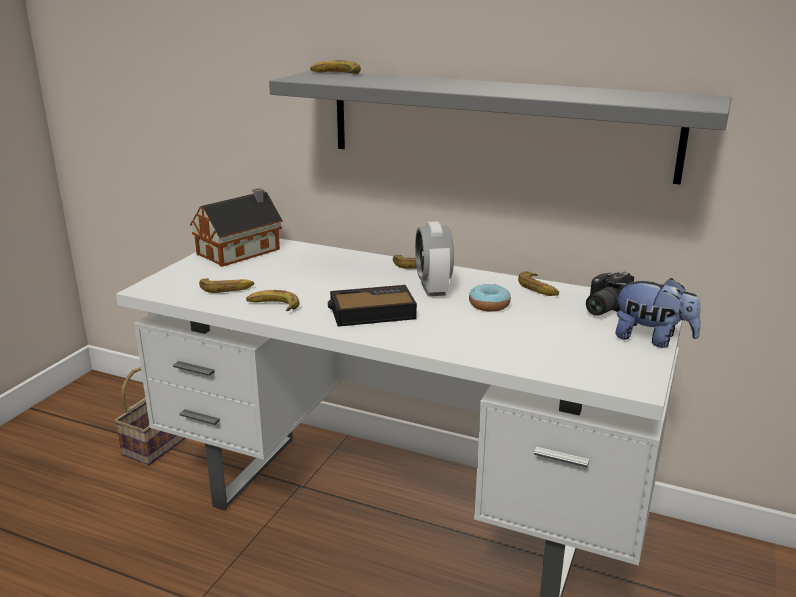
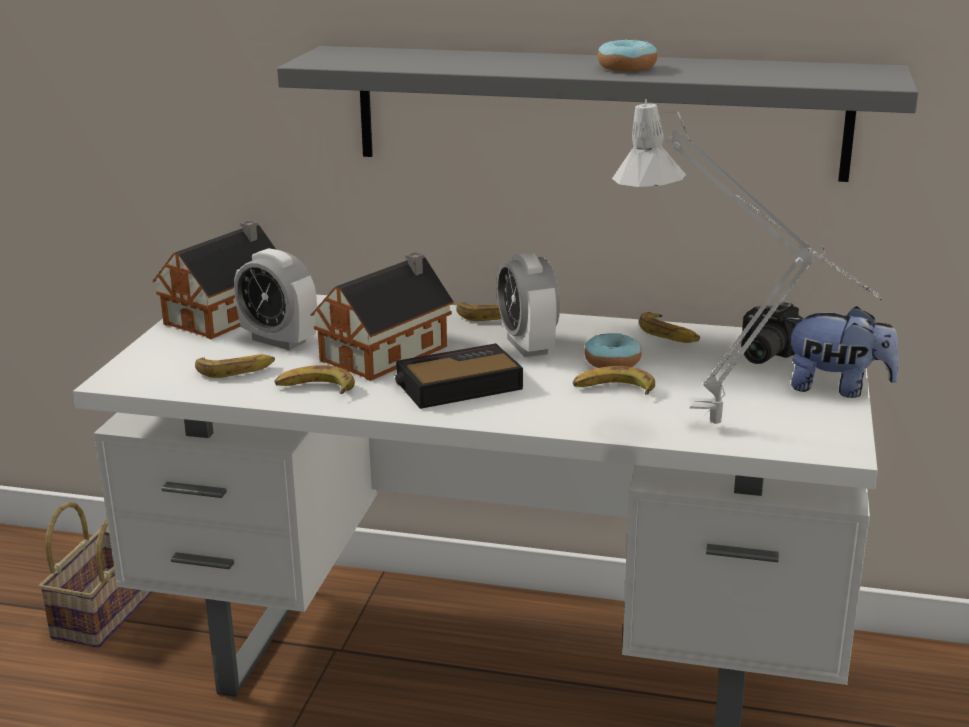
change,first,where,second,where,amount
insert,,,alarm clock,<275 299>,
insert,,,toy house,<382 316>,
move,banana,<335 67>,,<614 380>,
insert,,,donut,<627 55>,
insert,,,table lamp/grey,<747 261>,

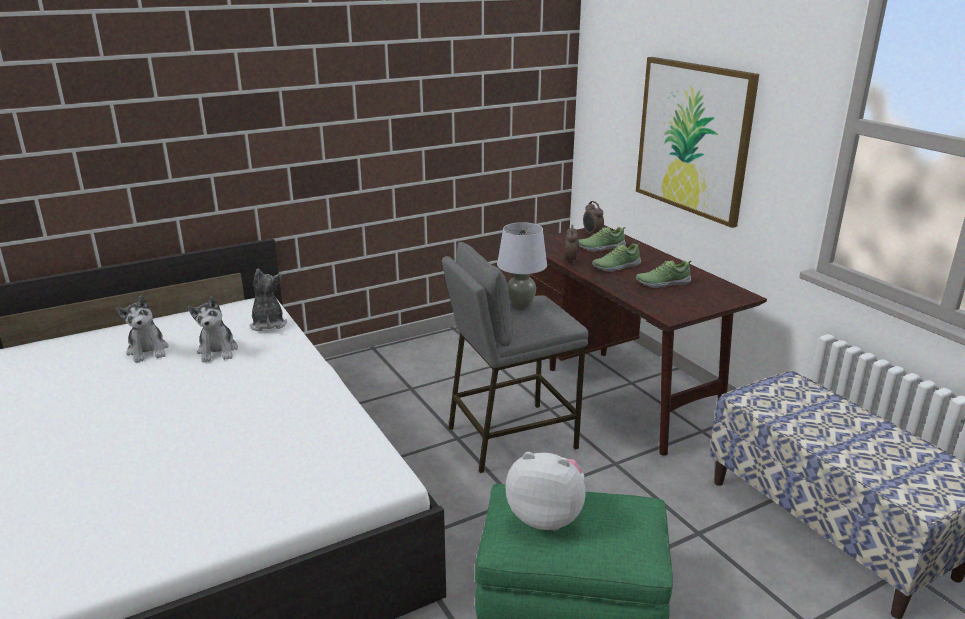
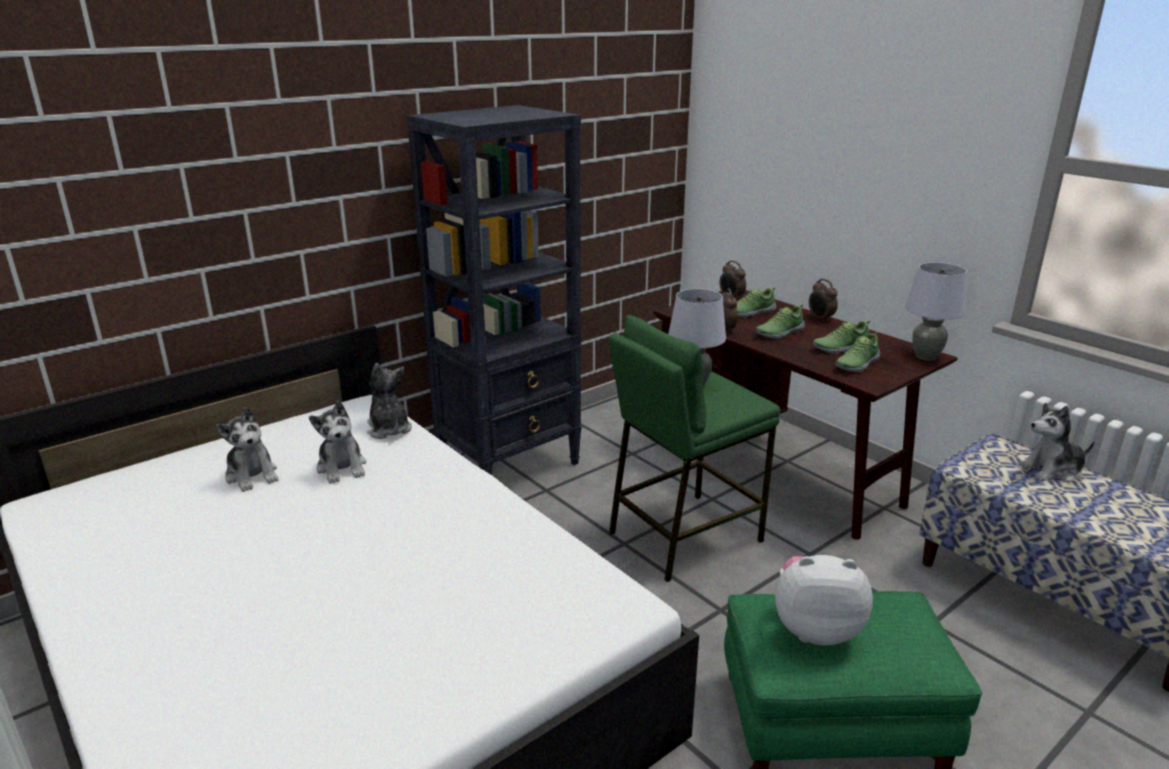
change,first,where,second,where,amount
insert,,,bookcase/black,<494 290>,
recolor,stool/grey,<515 357>,stool/green,<694 448>,
insert,,,alarm clock,<823 300>,
insert,,,shoe,<857 352>,
insert,,,table lamp/grey,<936 311>,
insert,,,plush toy,<1057 443>,
delete,picture,<697 142>,,,

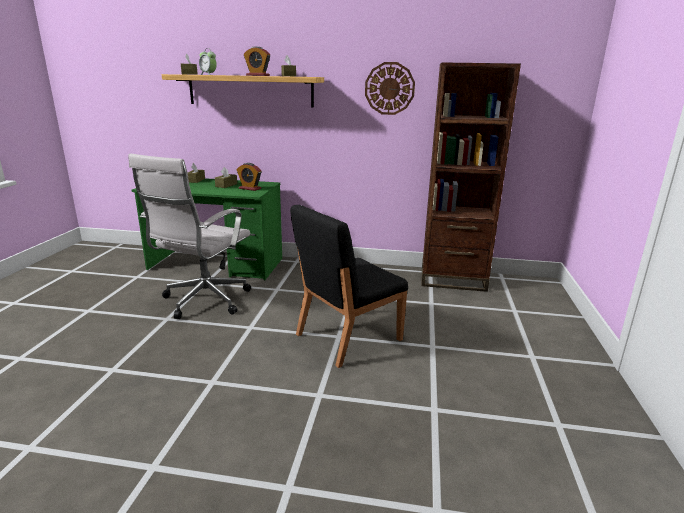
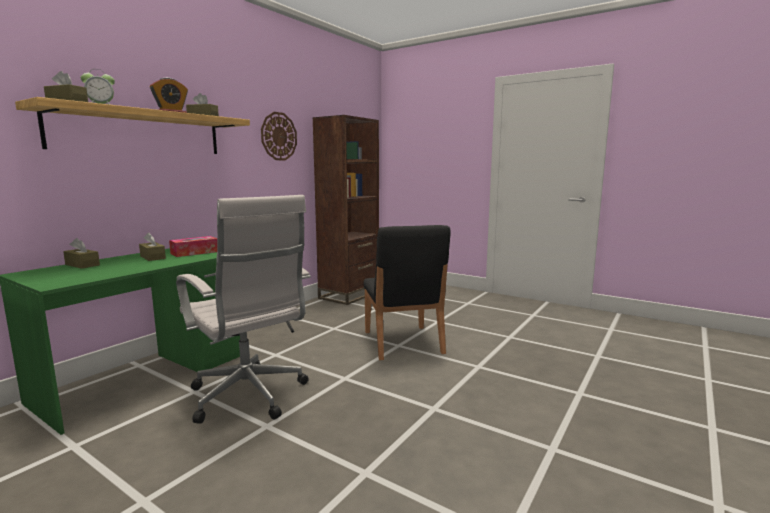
change,first,where,second,where,amount
replace,alarm clock,<249 177>,tissue box,<193 246>,

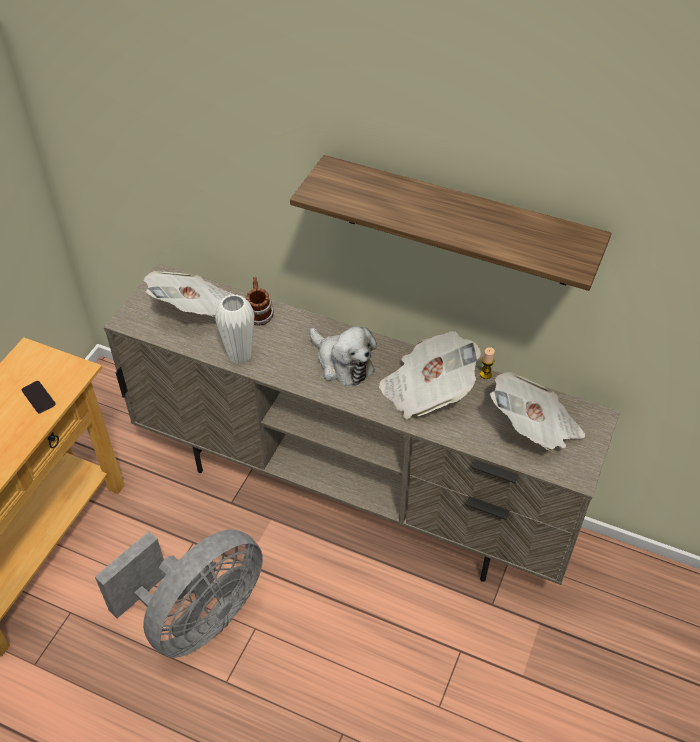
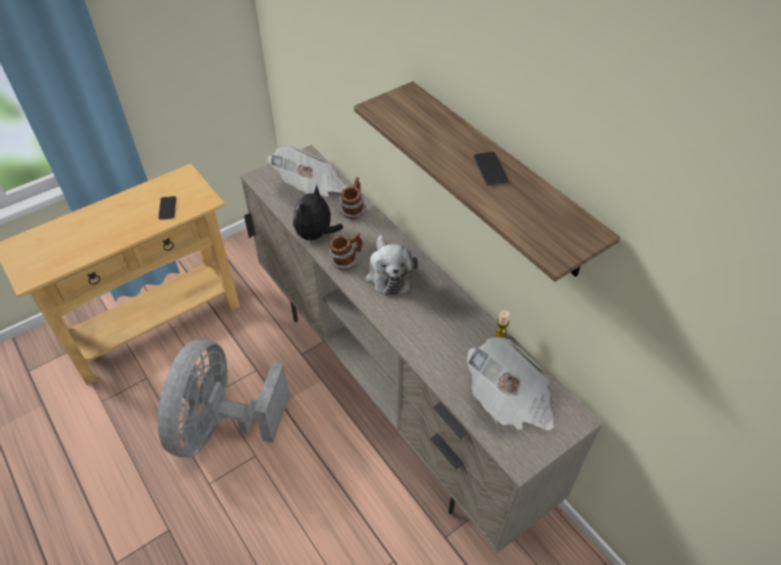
change,first,where,second,where,amount
rotate,fan/grey,<179 593>,,<224 398>,120 degrees clockwise
replace,vase/white,<234 329>,plush toy,<318 213>,
insert,,,mug,<345 251>,
insert,,,phone,<491 168>,
delete,newspaper,<430 375>,,,

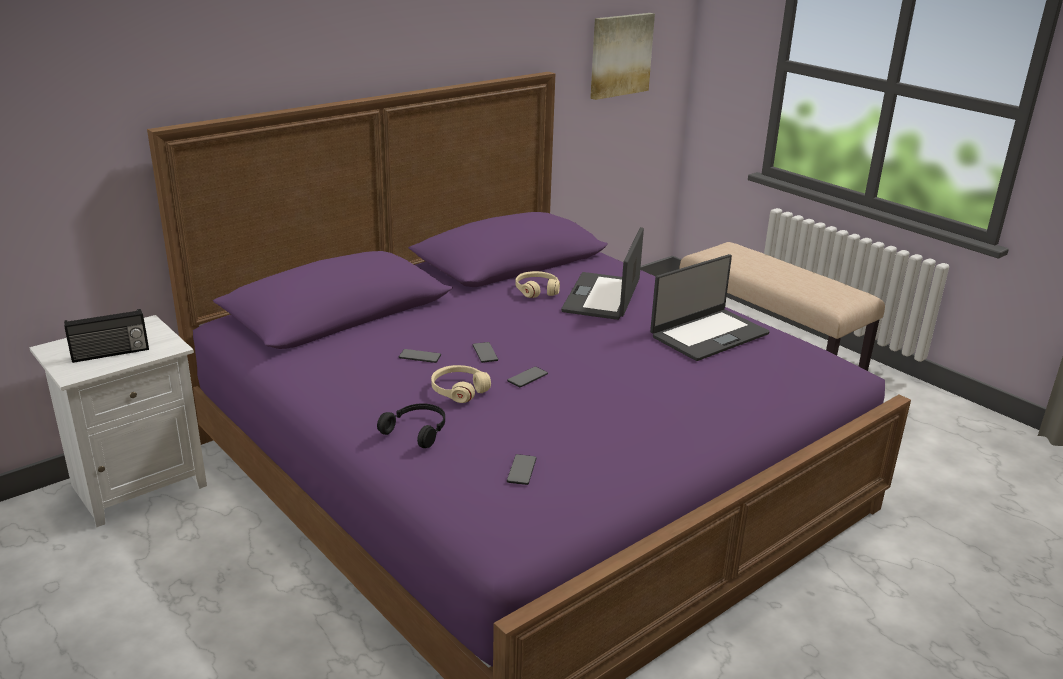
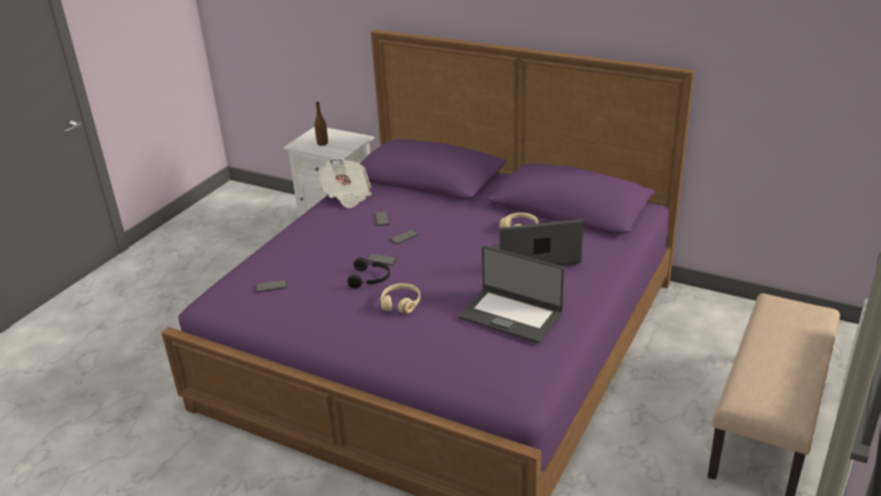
change,first,where,second,where,amount
replace,radio,<106 336>,bottle/brown,<321 123>,
insert,,,newspaper,<345 183>,
move,headphones/black,<411 425>,,<368 273>,
move,headphones/beige,<461 384>,,<400 298>,
delete,picture,<622 56>,,,

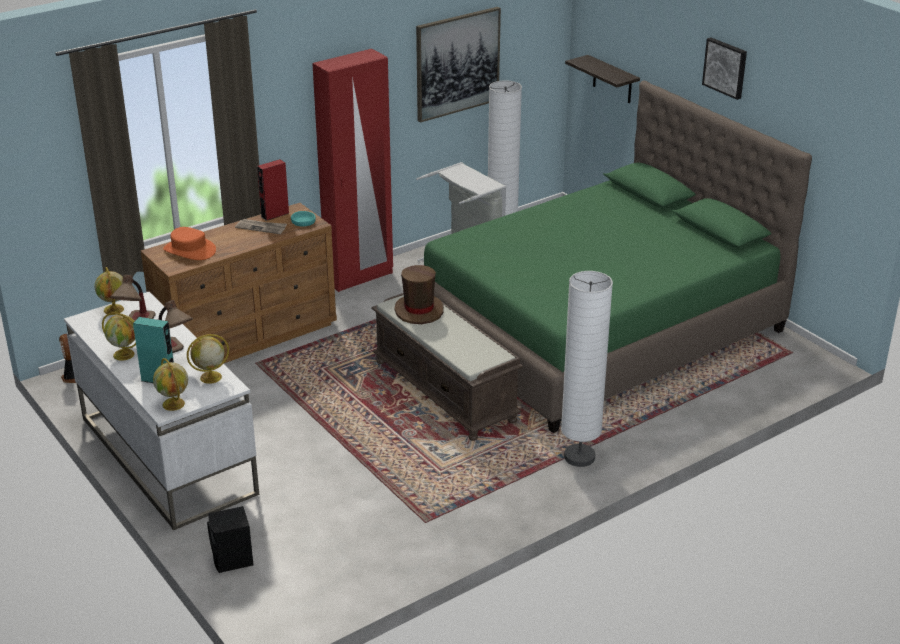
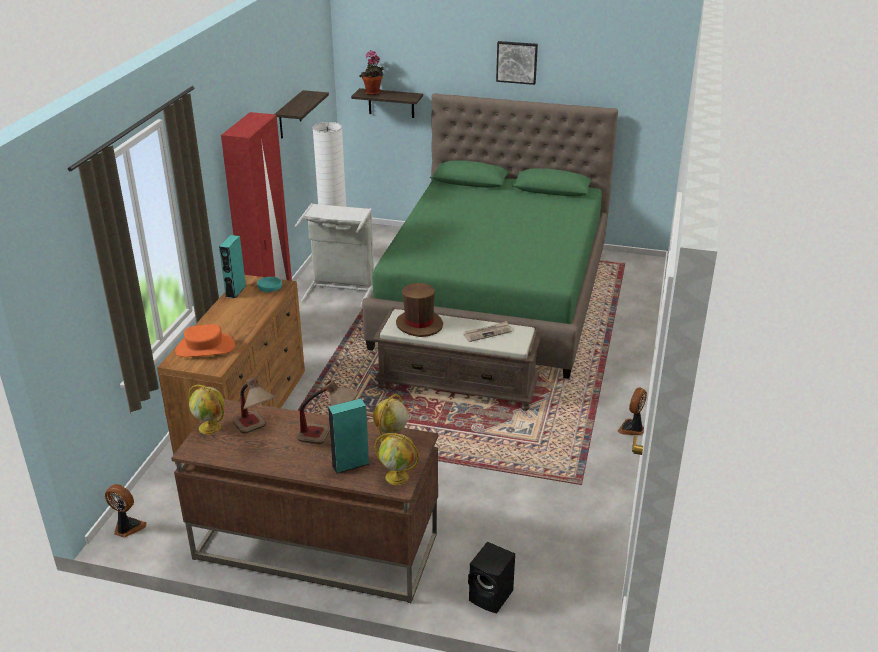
change,first,where,second,where,amount
recolor,desk/white,<161 411>,desk/brown,<304 501>,
recolor,speaker/red,<273 190>,speaker/turquoise,<232 267>,
replace,picture,<458 65>,shelf,<302 114>,
insert,,,potted plant,<371 72>,
move,newspaper,<261 226>,,<488 331>,
insert,,,fan,<632 411>,
delete,globe,<119 336>,,,
delete,floor lamp/white,<587 369>,,,

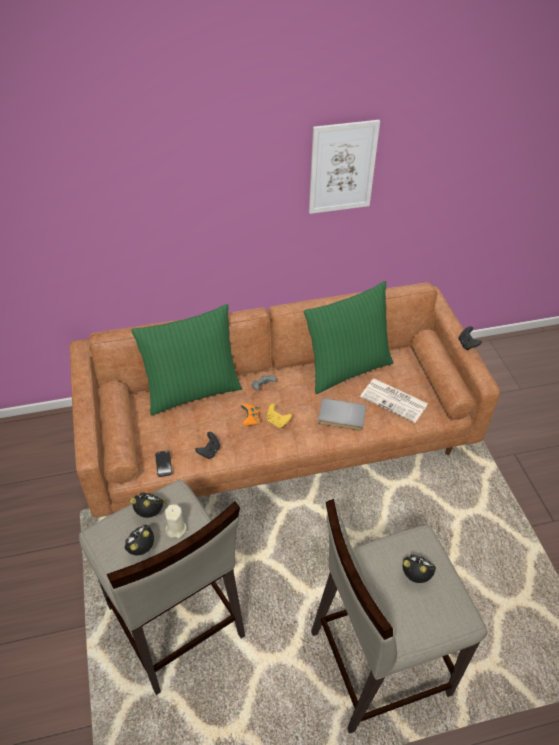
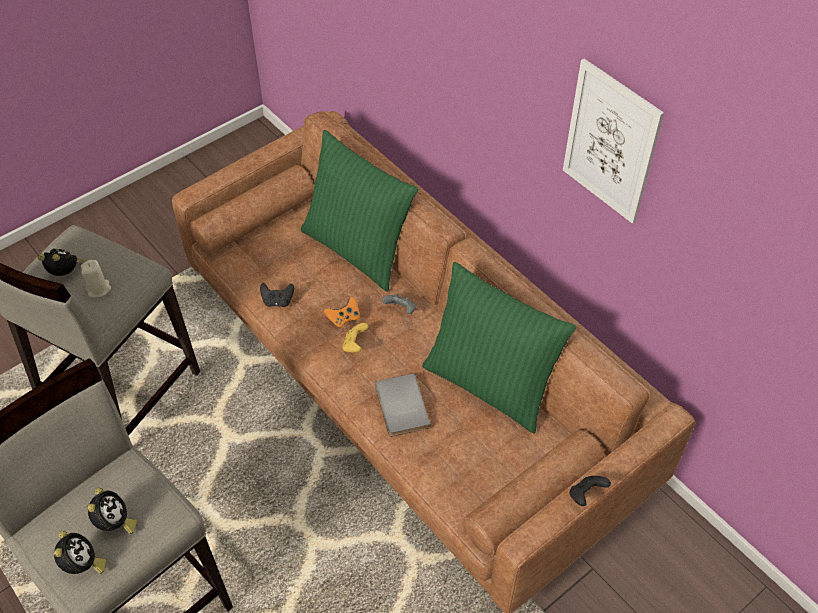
change,first,where,second,where,amount
move,alarm clock,<148 505>,,<80 552>,
delete,phone,<163 464>,,,
delete,newspaper,<394 401>,,,

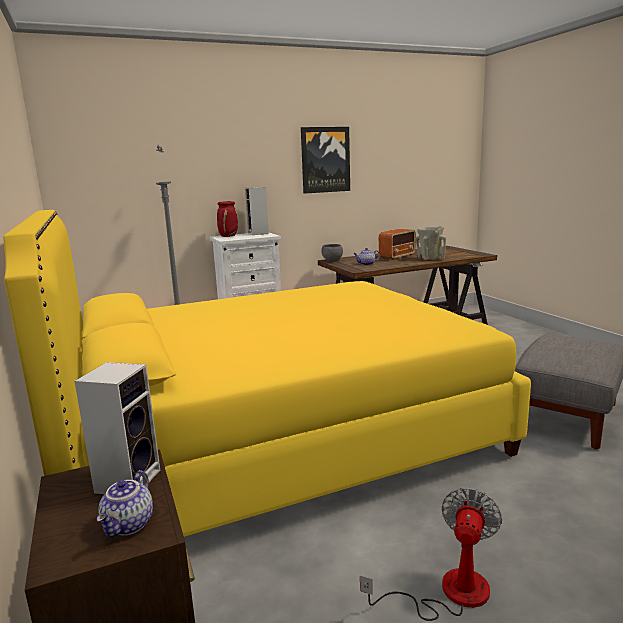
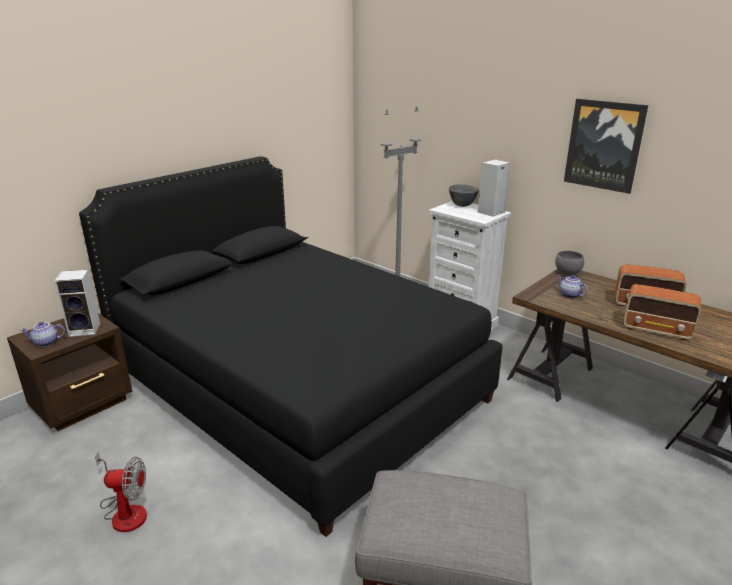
change,first,where,second,where,amount
recolor,bed/yellow,<267 373>,bed/black,<291 346>,
replace,vase/red,<227 219>,bowl/grey,<464 195>,
replace,vase/beige,<431 243>,radio,<662 312>,

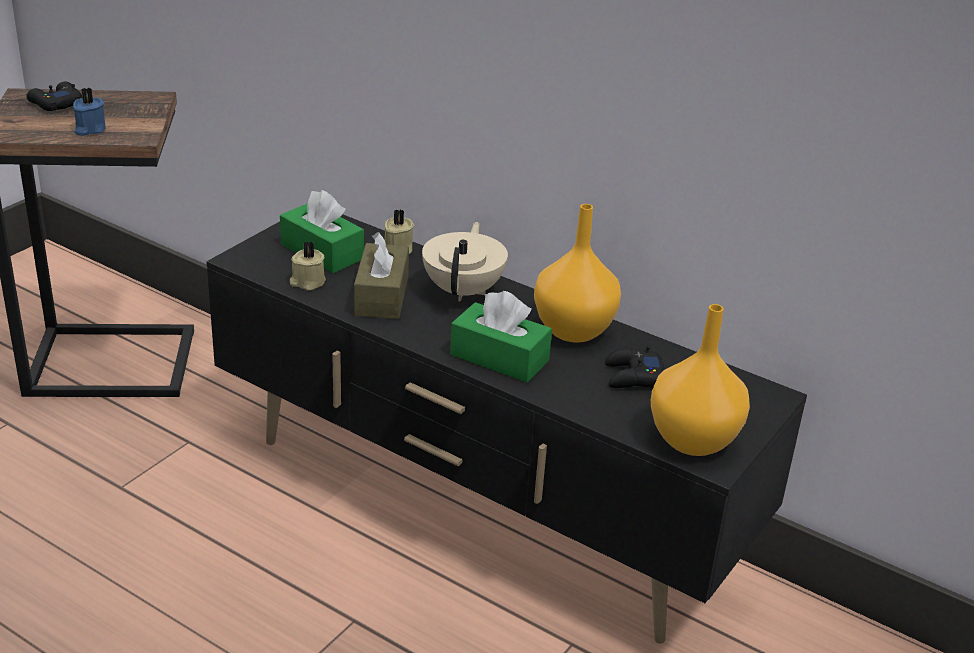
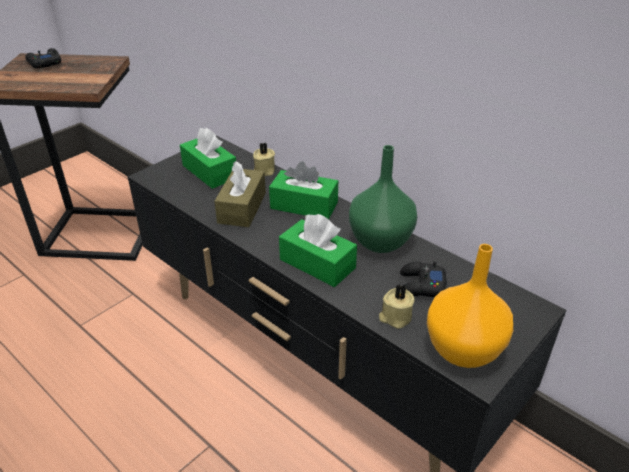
change,first,where,second,where,amount
replace,teapot/beige,<465 262>,tissue box/green,<303 190>,
recolor,vase/orange,<577 273>,vase/green,<383 199>,
move,candle/beige,<308 266>,,<396 306>,
delete,candle/blue,<89 112>,,,

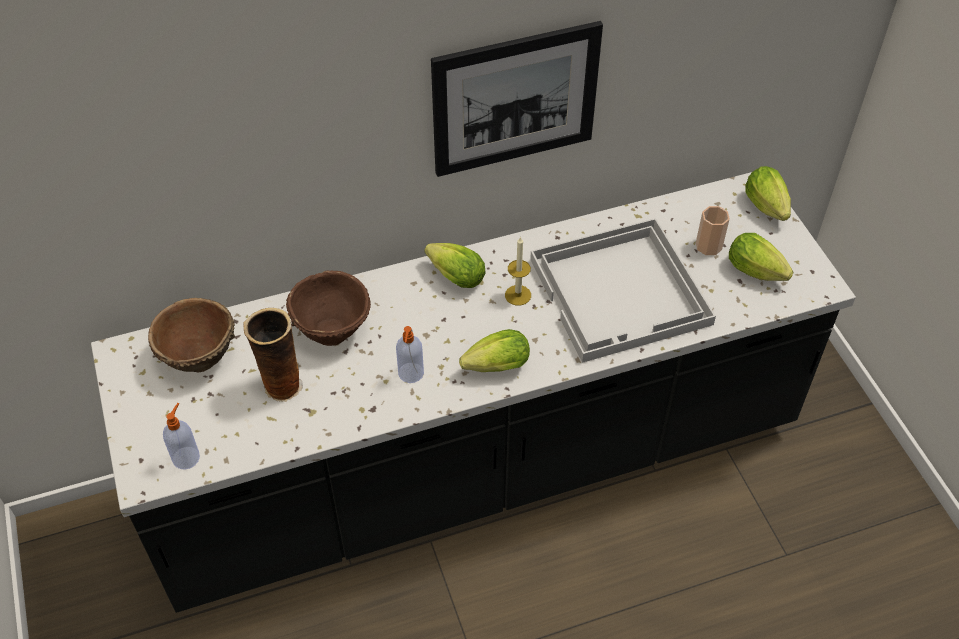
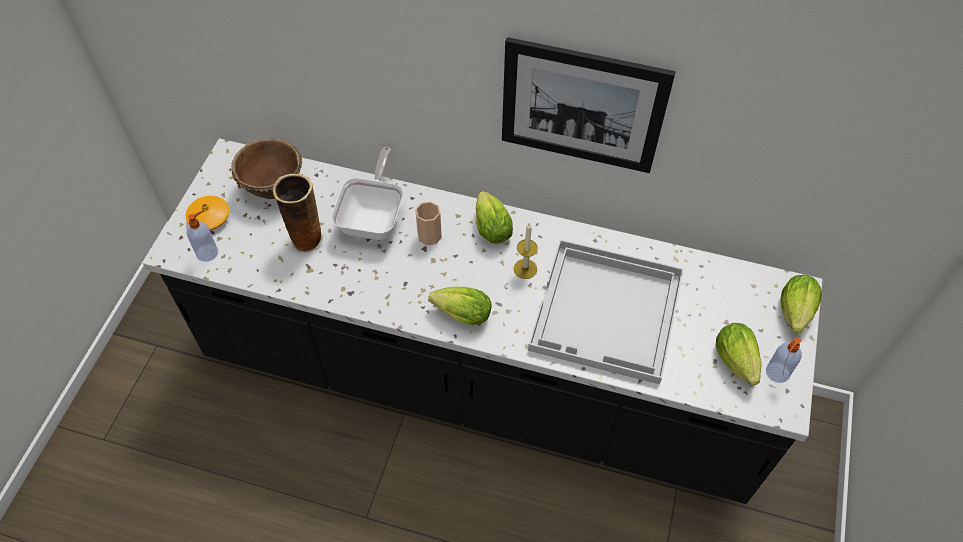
change,first,where,second,where,amount
insert,,,vase/orange,<207 213>,
replace,bowl/brown,<328 308>,frying pan,<367 193>,
move,cup,<713 230>,,<428 223>,
move,soap dispenser,<410 354>,,<784 360>,

